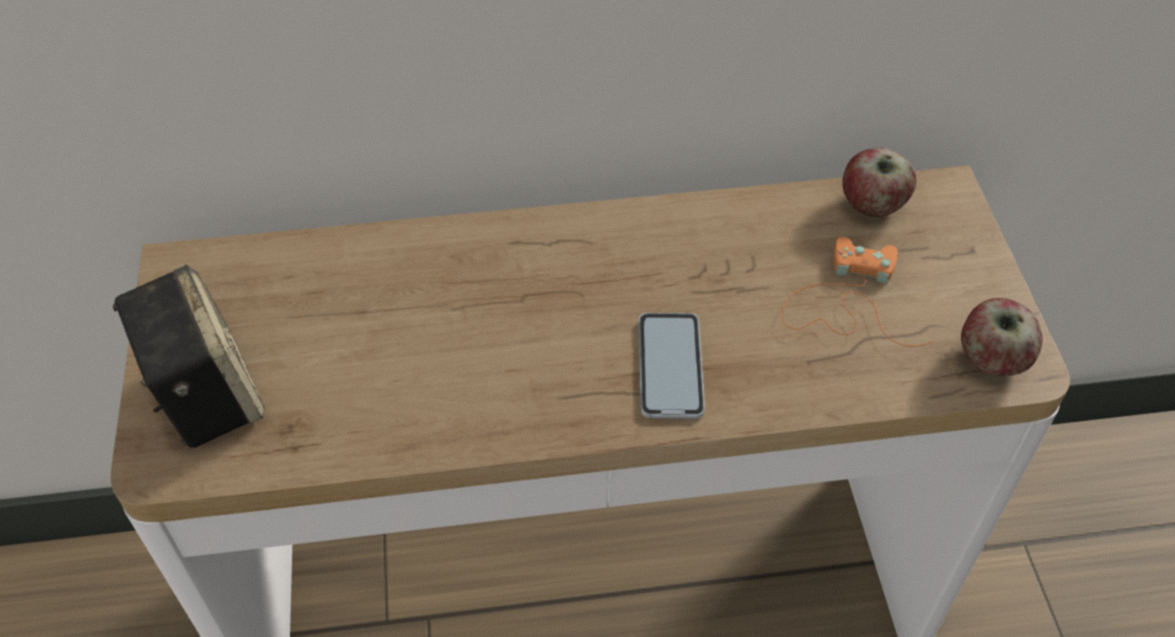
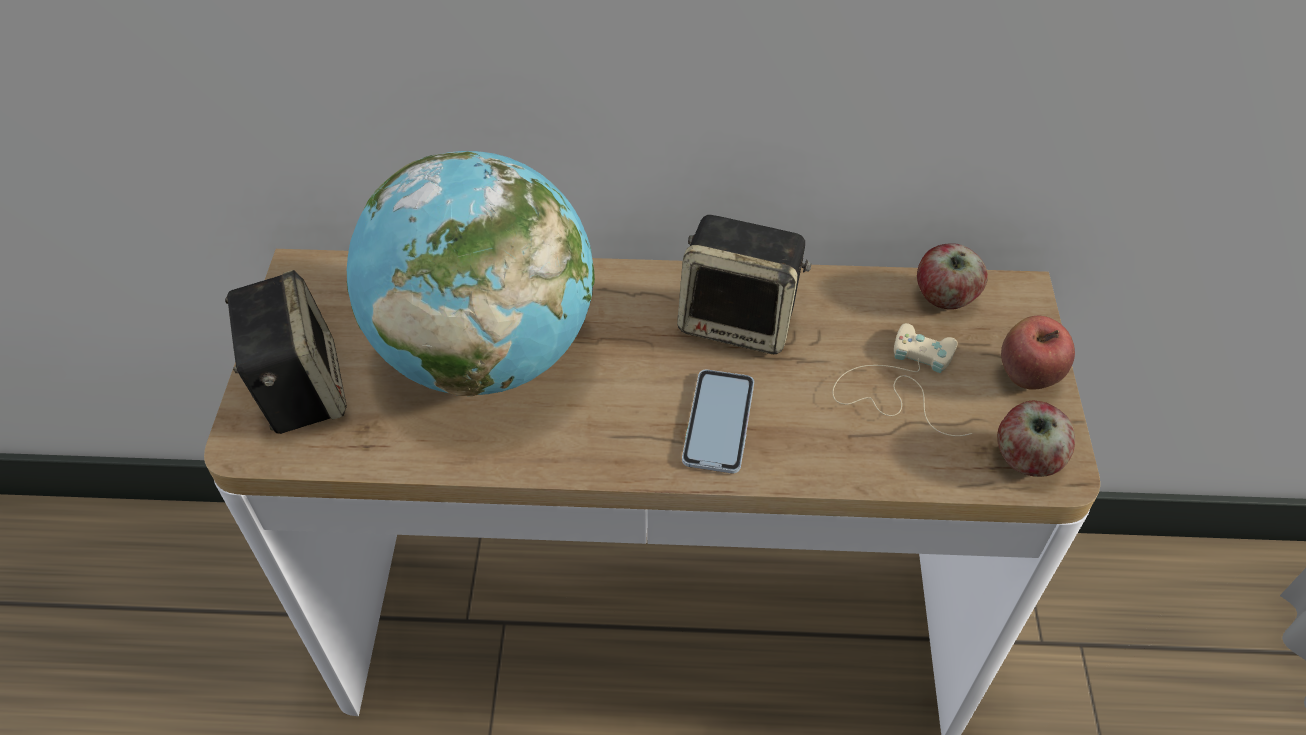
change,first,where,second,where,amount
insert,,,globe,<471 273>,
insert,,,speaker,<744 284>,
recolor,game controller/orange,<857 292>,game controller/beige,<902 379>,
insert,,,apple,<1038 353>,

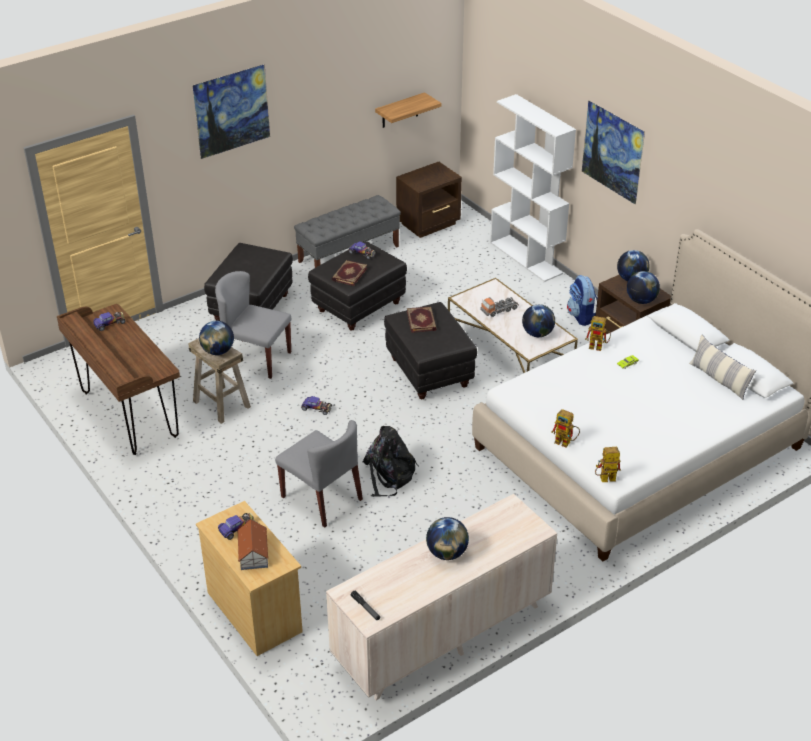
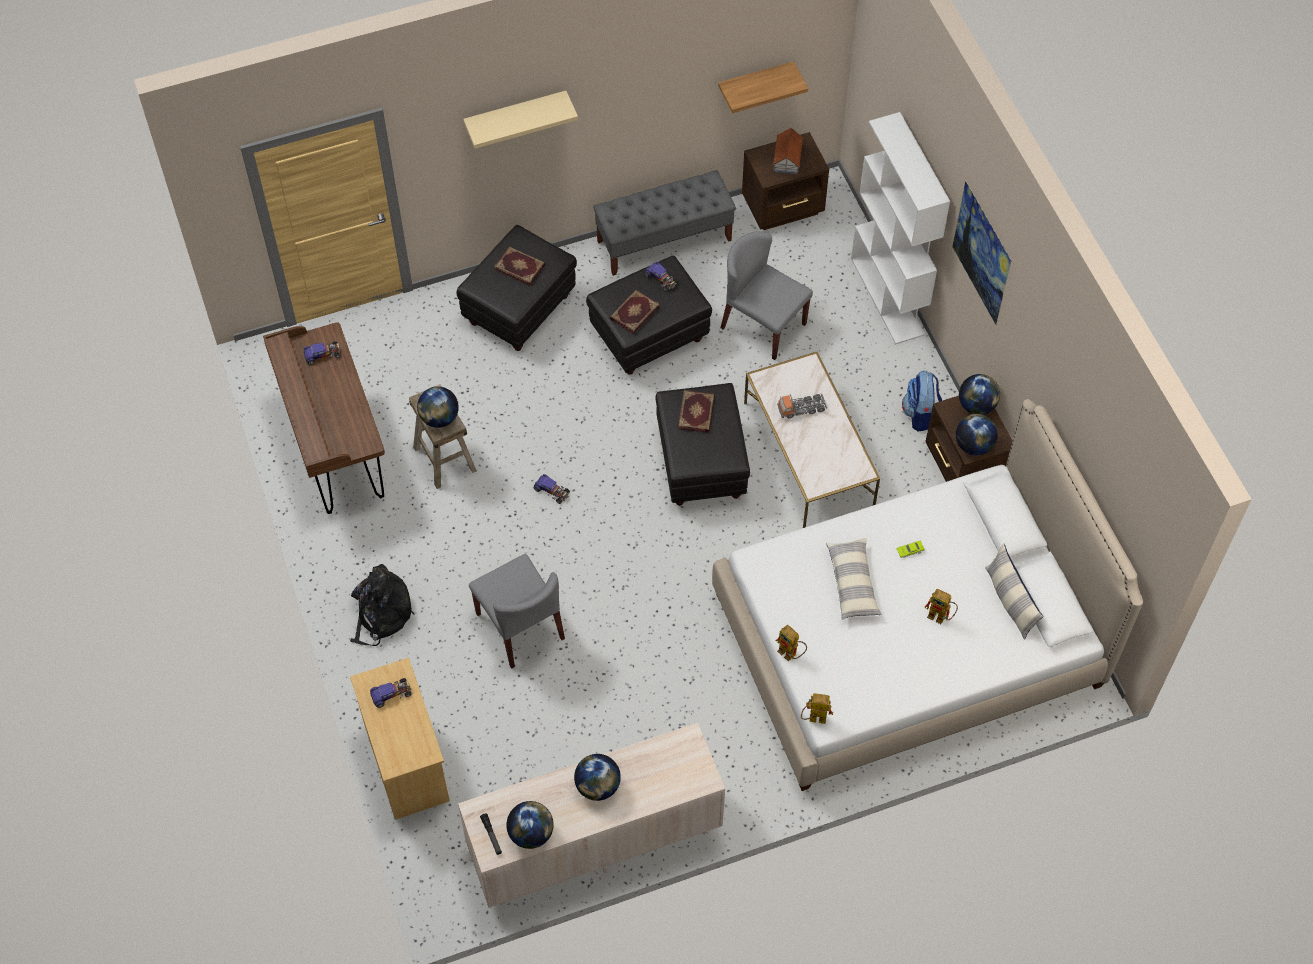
change,first,where,second,where,amount
move,backpack/black,<391 461>,,<382 605>,
replace,picture,<231 111>,shelf/beige,<520 120>,
insert,,,book,<519 266>,
move,globe,<538 320>,,<530 825>,
move,chair/grey,<253 325>,,<767 295>,
move,toy house,<253 544>,,<788 151>,
insert,,,pillow,<854 579>,
move,toy robot,<598 333>,,<941 606>,

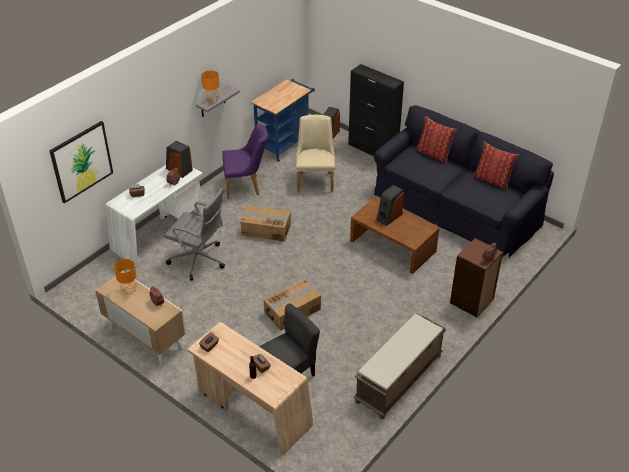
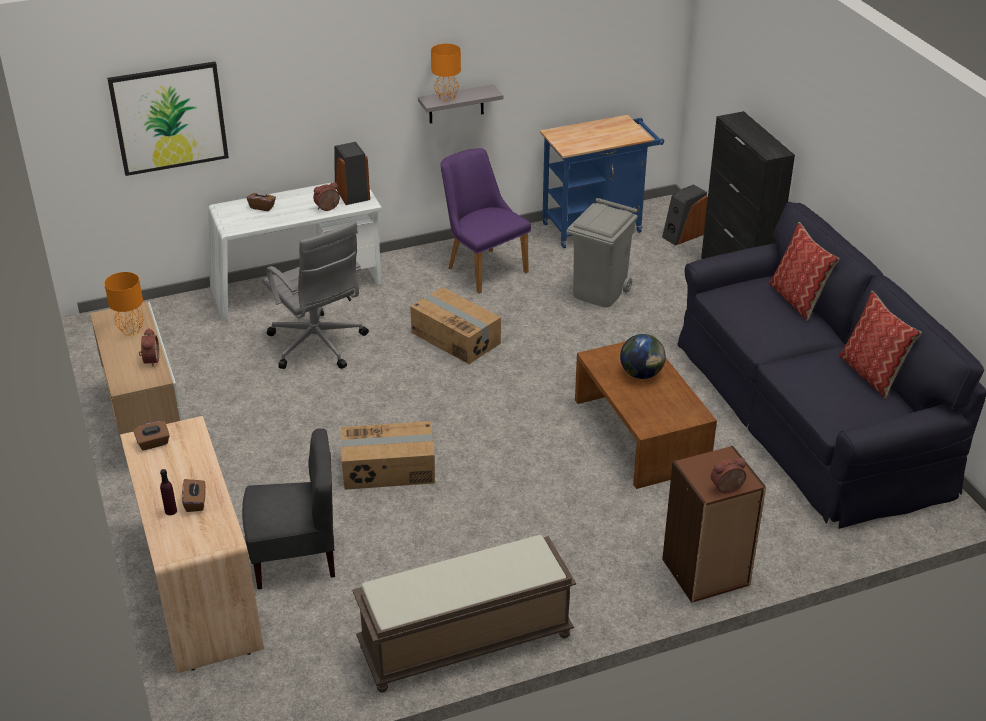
change,first,where,second,where,amount
rotate,chair/purple,<245 161>,,<485 221>,150 degrees counterclockwise
replace,chair/beige,<315 153>,trash can/grey,<602 252>,
replace,speaker,<390 205>,globe,<643 356>,

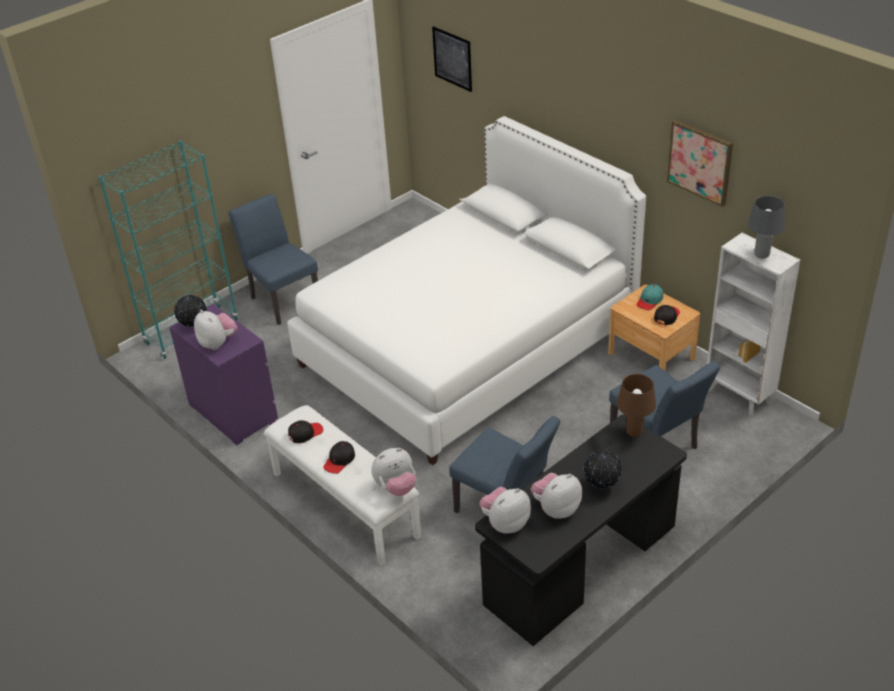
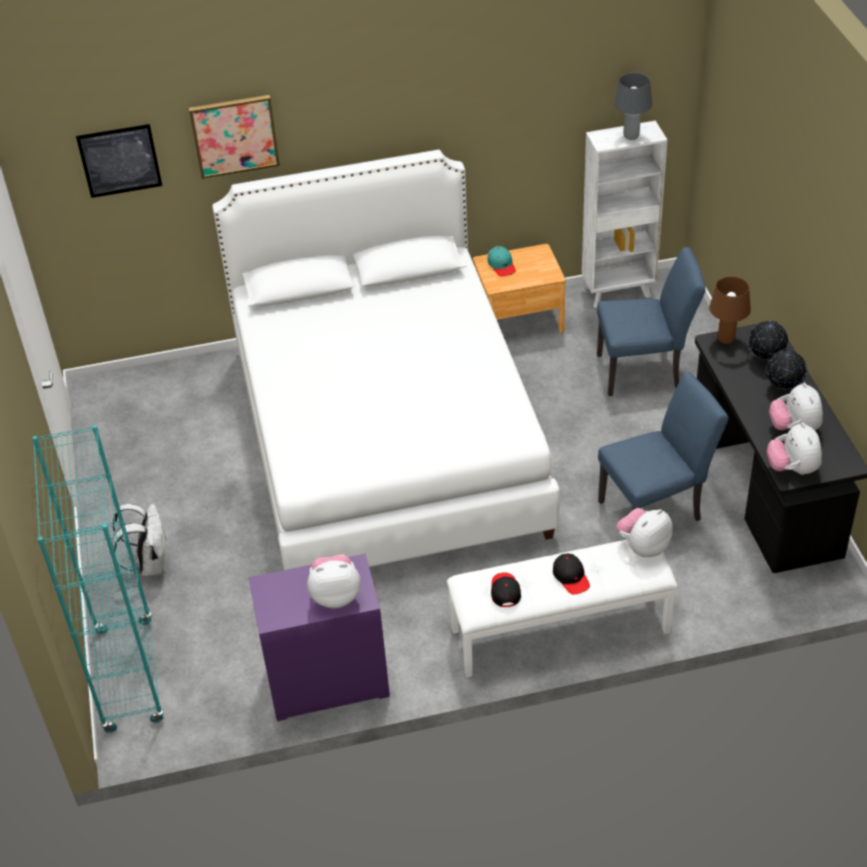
change,first,where,second,where,amount
replace,chair/blue,<273 259>,backpack/white,<139 540>,
move,picture,<700 163>,,<234 137>,
rotate,plush toy,<393 472>,,<644 532>,135 degrees counterclockwise
move,globe,<190 310>,,<768 340>,
delete,cap/black,<667 315>,,,

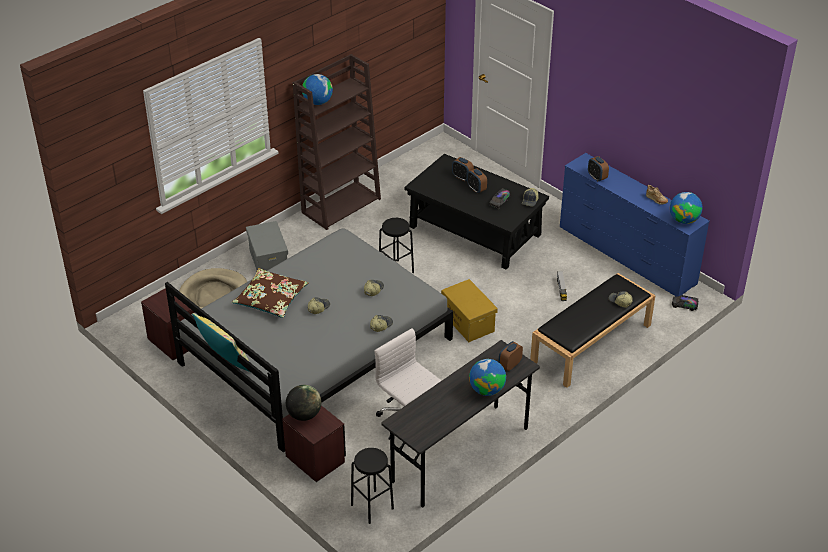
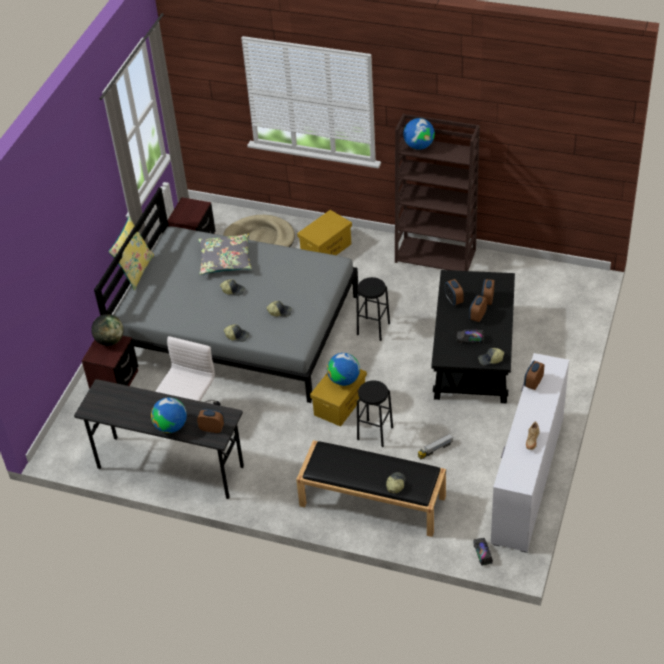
change,first,where,second,where,amount
recolor,pillow/brown,<270 293>,pillow/grey,<225 254>,
recolor,storage box/grey,<267 246>,storage box/yellow,<324 232>,
move,globe,<686 208>,,<343 369>,
move,stool/black,<372 486>,,<375 413>,
insert,,,alarm clock,<454 292>,
recolor,dresser/blue,<635 225>,dresser/white,<530 453>,

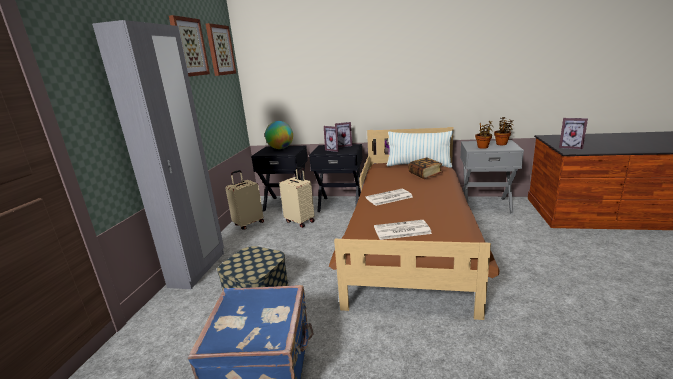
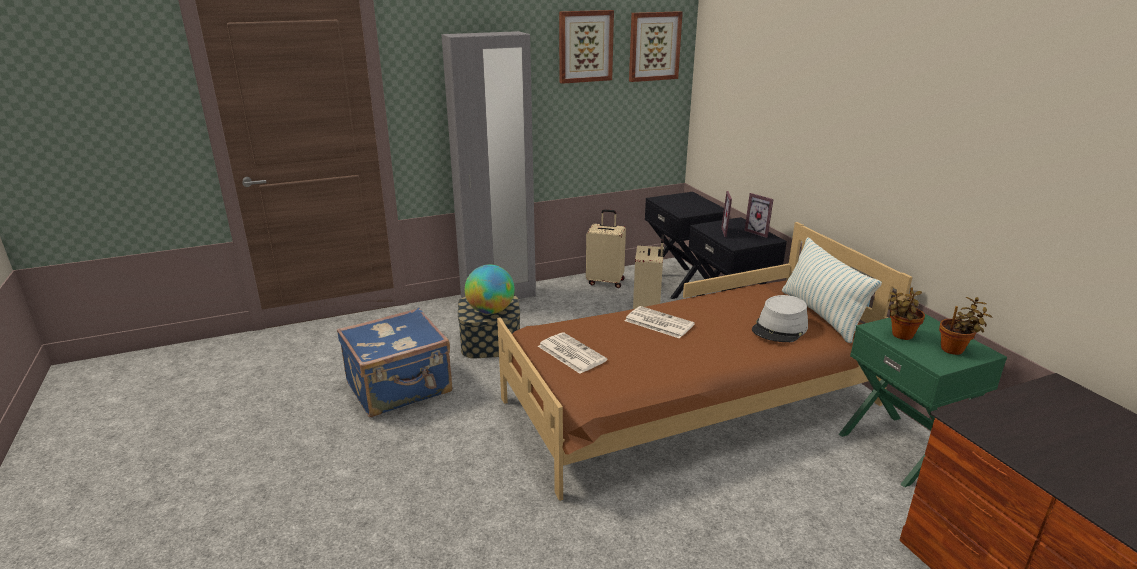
change,first,where,second,where,amount
move,globe,<279 135>,,<490 289>,
replace,book,<425 168>,hat/grey,<780 318>,
recolor,nightstand/grey,<492 177>,nightstand/green,<923 400>,
delete,picture frame,<573 133>,,,

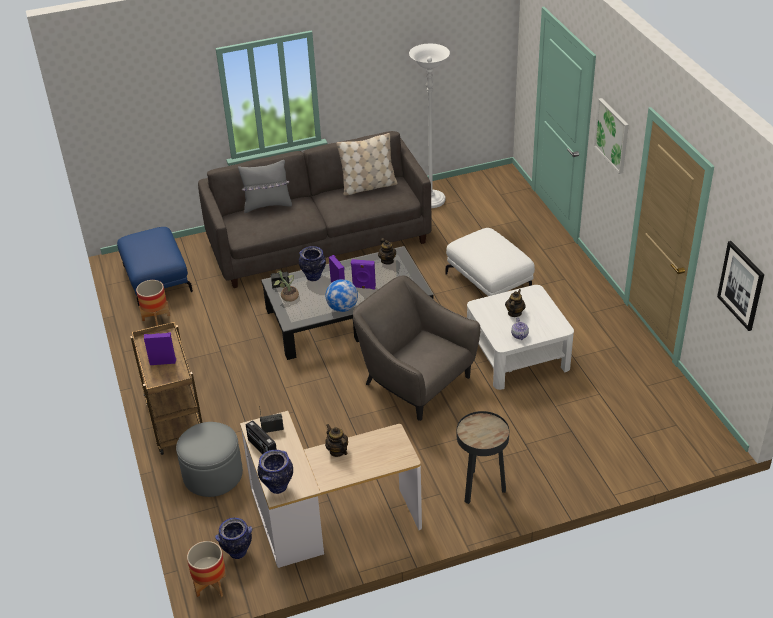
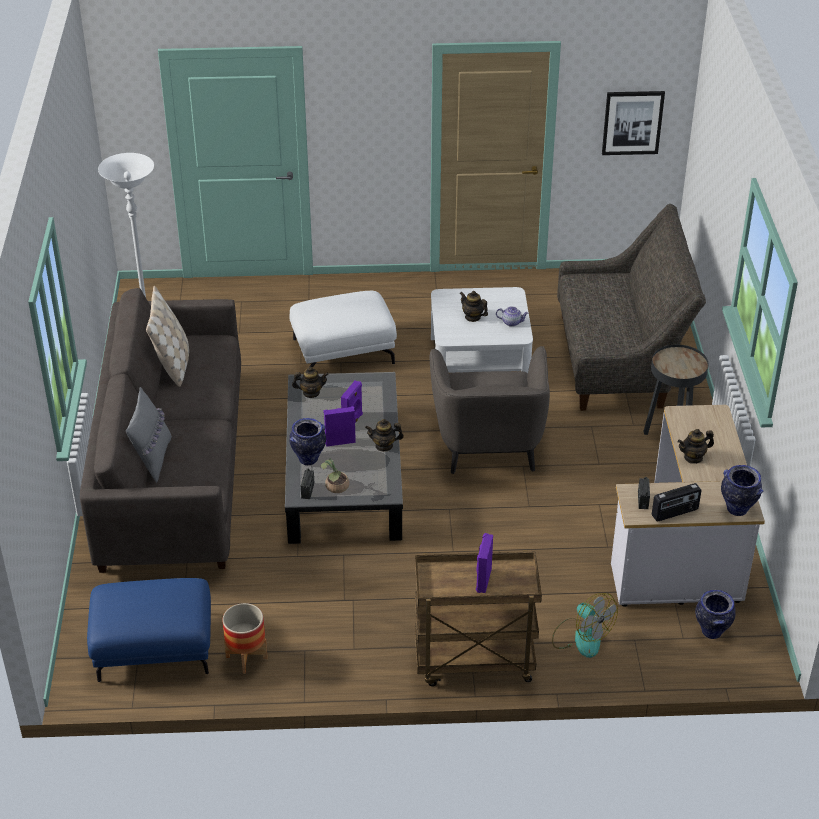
change,first,where,second,where,amount
replace,globe,<341 295>,teapot,<384 435>,
rotate,armchair/grey,<417 348>,,<490 410>,60 degrees counterclockwise
replace,ottoman/grey,<209 459>,fan,<585 625>,
insert,,,sofa/grey,<631 307>,
delete,planter,<206 569>,,,
delete,picture,<611 136>,,,

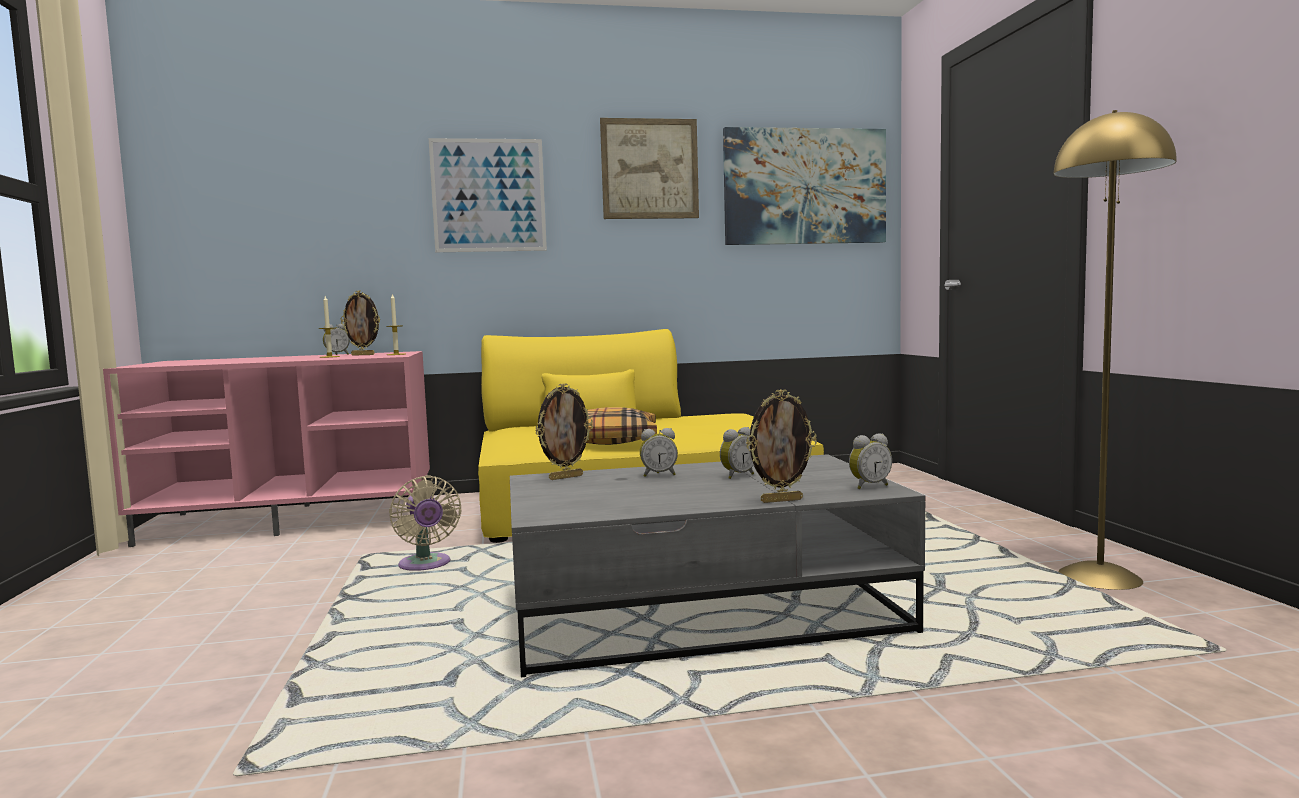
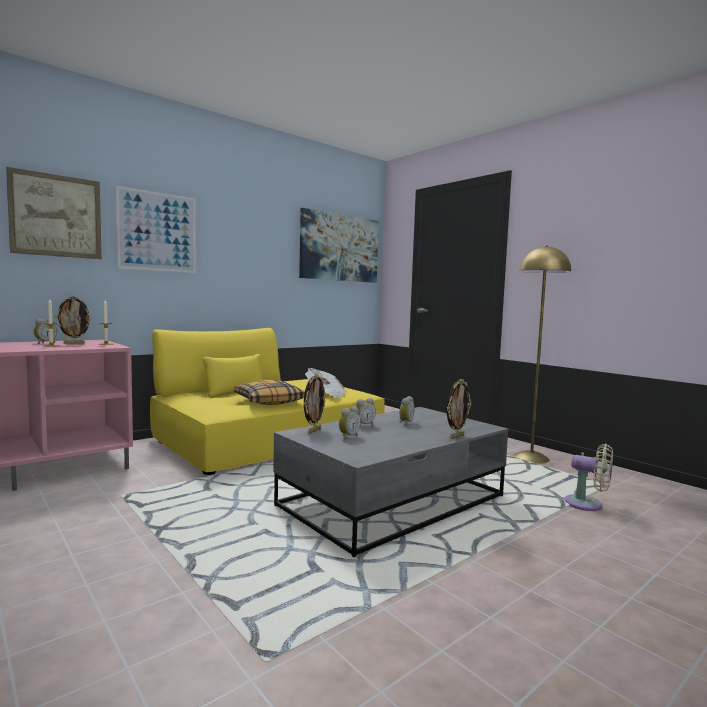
change,first,where,second,where,amount
move,picture,<649 168>,,<54 213>,
insert,,,newspaper,<326 383>,
move,alarm clock,<870 461>,,<350 422>,
move,fan/beige,<425 523>,,<588 477>,

